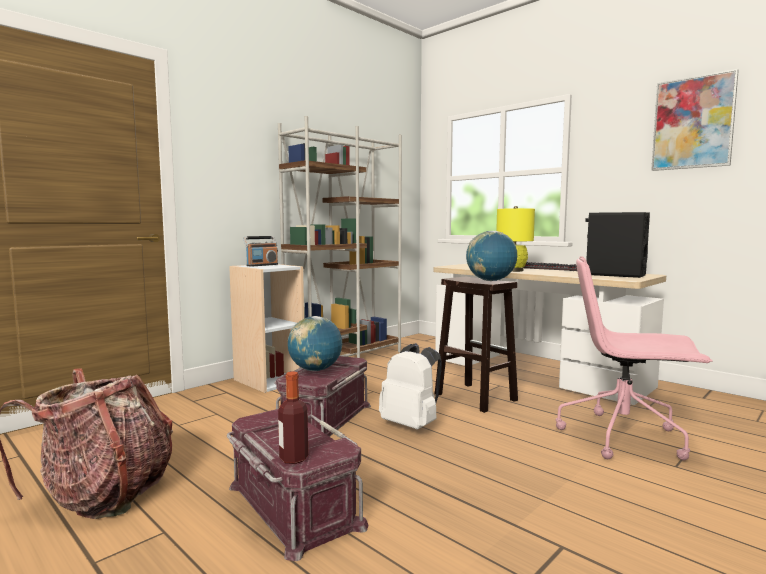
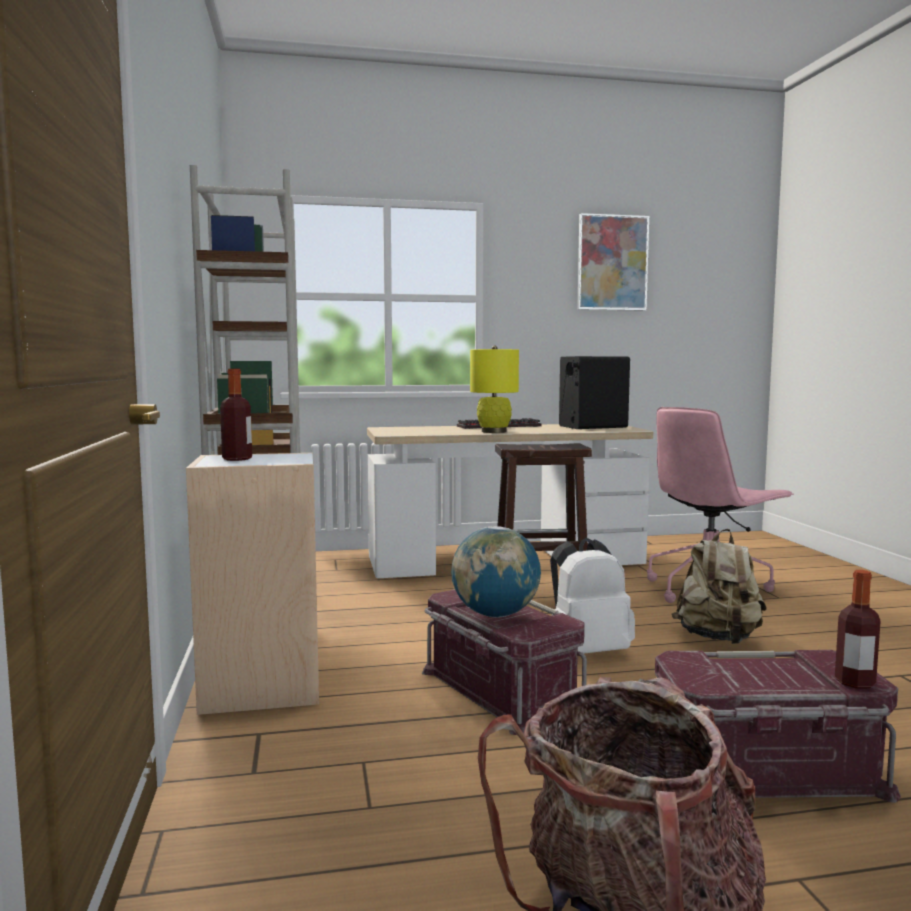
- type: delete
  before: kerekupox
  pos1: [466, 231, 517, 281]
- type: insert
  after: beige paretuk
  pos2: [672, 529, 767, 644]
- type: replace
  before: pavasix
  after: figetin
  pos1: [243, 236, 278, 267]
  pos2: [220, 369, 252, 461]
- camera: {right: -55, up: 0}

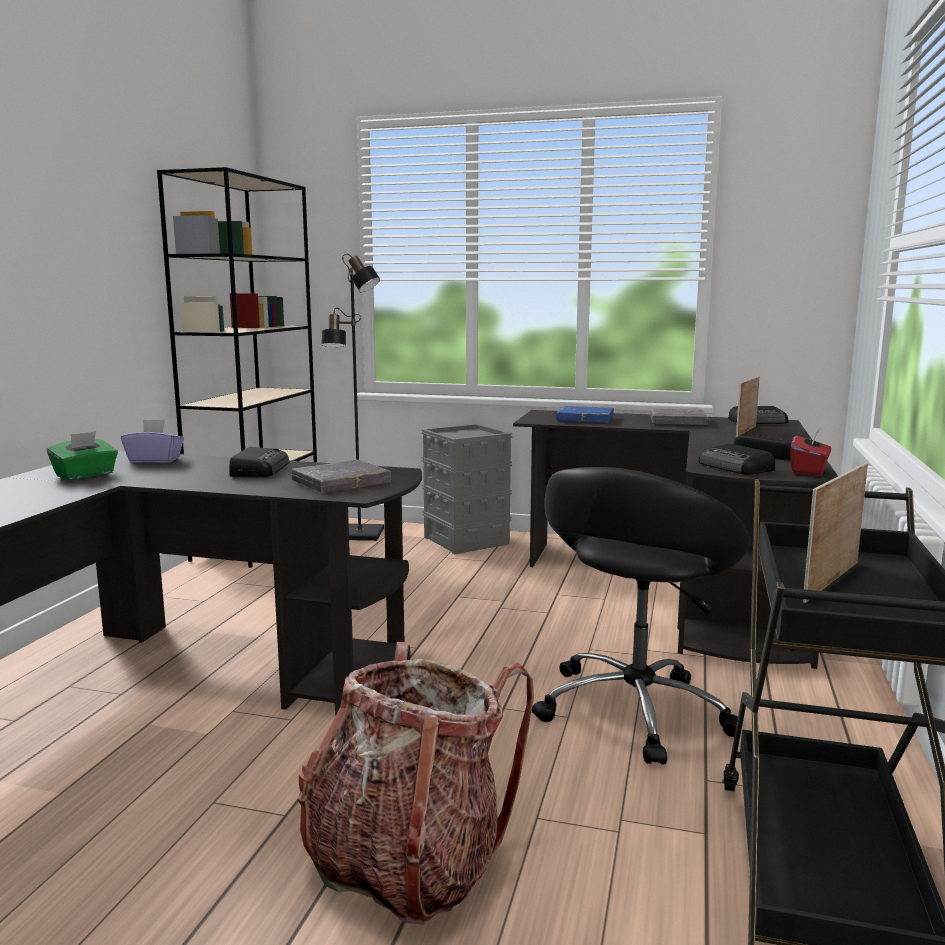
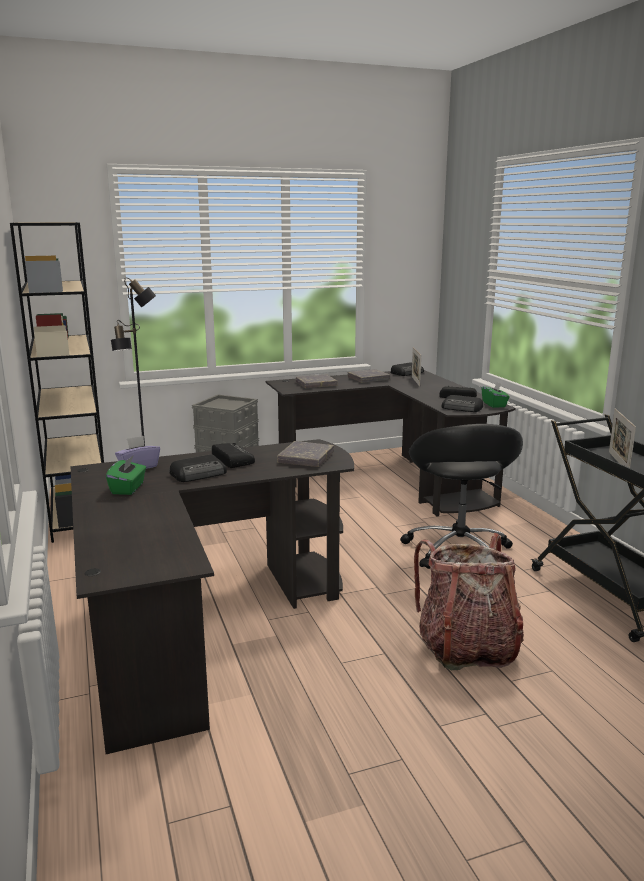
- type: insert
  after: pavasix
  pos2: [169, 454, 227, 482]
- type: recolor
  before: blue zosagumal
  after: grey zosagumal
  pos1: [556, 406, 614, 423]
  pos2: [296, 375, 337, 388]
- type: recolor
  before: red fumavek
  after: green fumavek
  pos1: [791, 429, 831, 476]
  pos2: [481, 382, 510, 408]
- camera: {right: -35, up: 5}

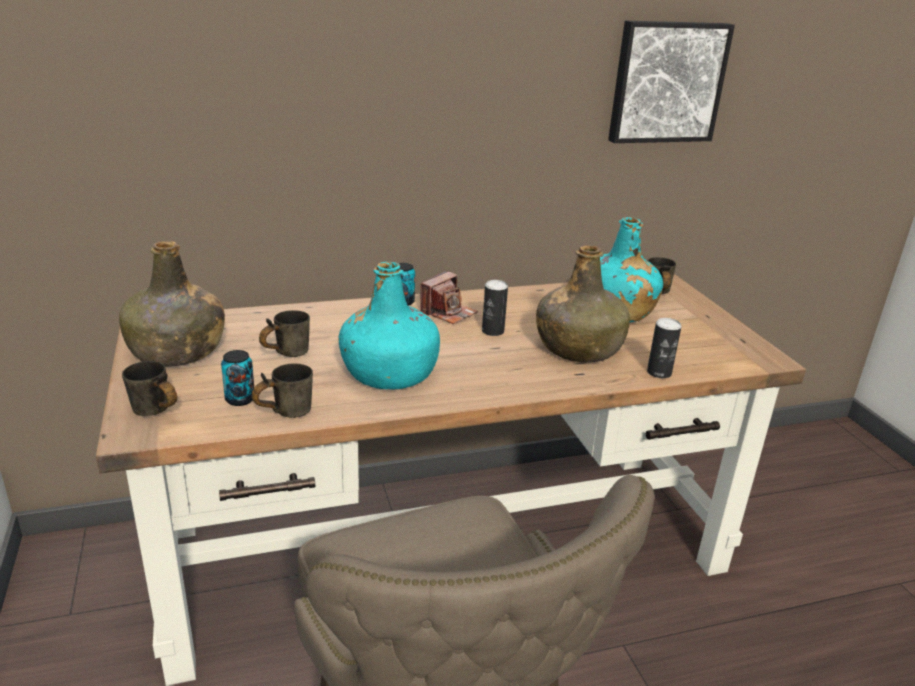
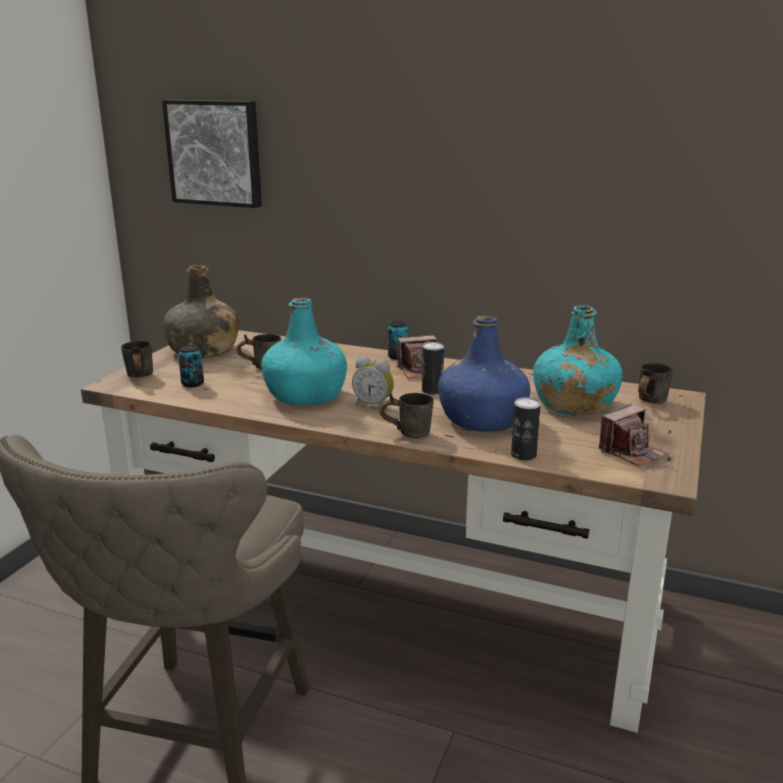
- type: insert
  after: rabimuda
  pos2: [352, 356, 394, 410]
- type: insert
  after: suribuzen
  pos2: [599, 404, 669, 467]
- type: move
  before: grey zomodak
  pos1: [252, 364, 313, 418]
  pos2: [379, 392, 434, 438]
- type: move
  before: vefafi
  pos1: [608, 21, 735, 143]
  pos2: [162, 100, 262, 208]
- type: recolor
  before: green figetin
  after: blue figetin
  pos1: [536, 245, 630, 362]
  pos2: [438, 316, 530, 432]
- camera: {right: 40, up: -5}

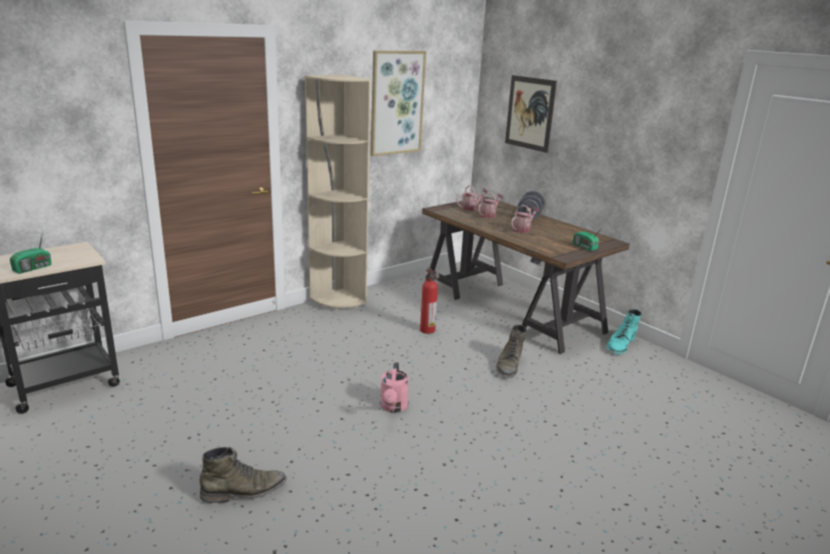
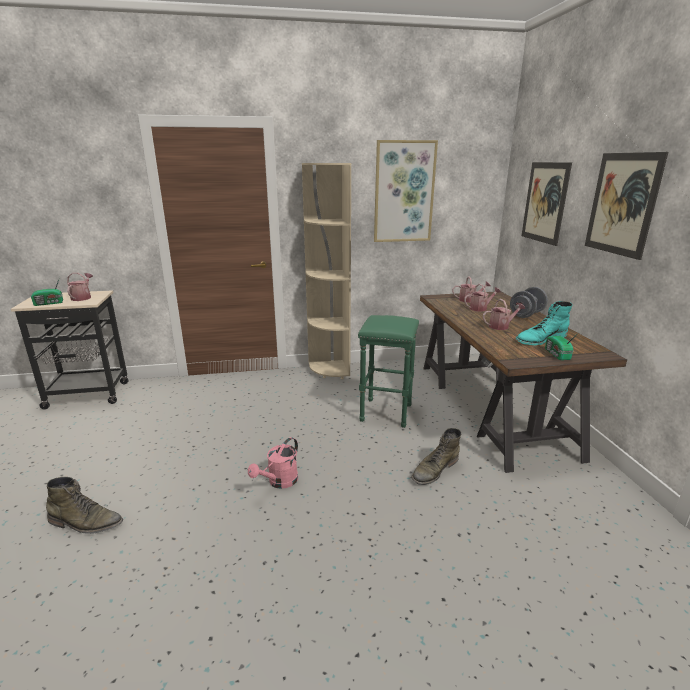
- type: insert
  after: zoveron
  pos2: [67, 273, 93, 301]
- type: insert
  after: vefafi
  pos2: [585, 152, 668, 260]
- type: move
  before: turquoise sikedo
  pos1: [607, 309, 642, 354]
  pos2: [516, 301, 573, 345]
- type: replace
  before: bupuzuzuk
  after: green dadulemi
  pos1: [420, 267, 439, 334]
  pos2: [358, 315, 419, 428]
- camera: {right: 30, up: 0}

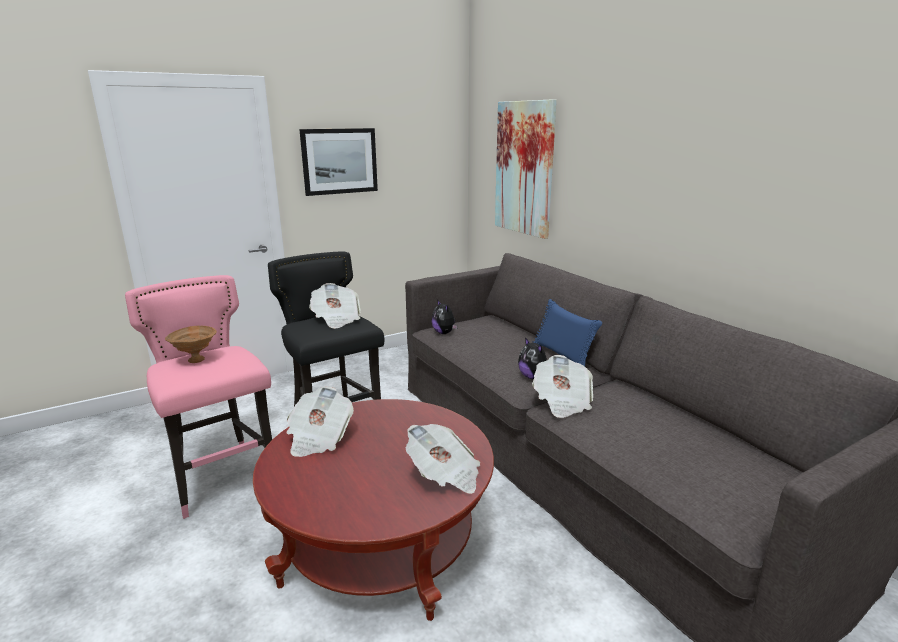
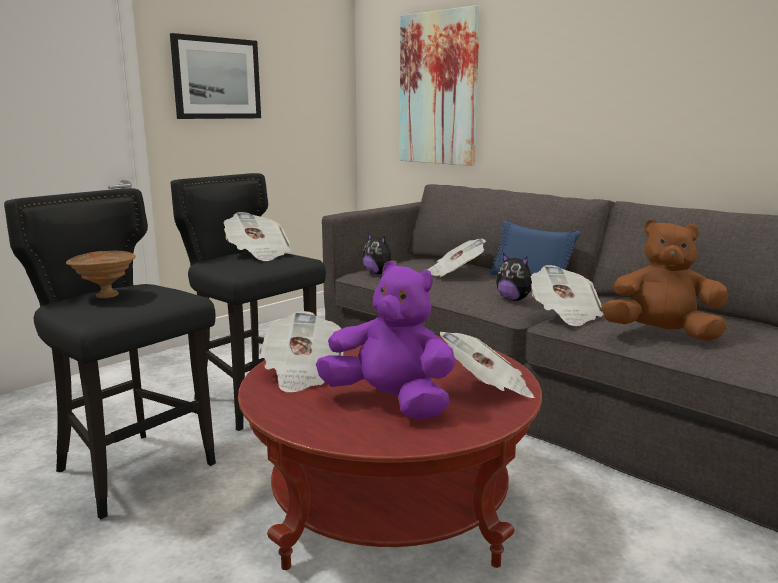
- type: insert
  after: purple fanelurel
  pos2: [316, 261, 456, 419]
- type: insert
  after: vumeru
  pos2: [427, 239, 486, 277]
- type: insert
  after: brown fanelurel
  pos2: [601, 219, 728, 341]
- type: recolor
  before: pink dadulemi
  after: black dadulemi
  pos1: [125, 275, 272, 519]
  pos2: [4, 188, 216, 520]
- camera: {right: -15, up: -5}

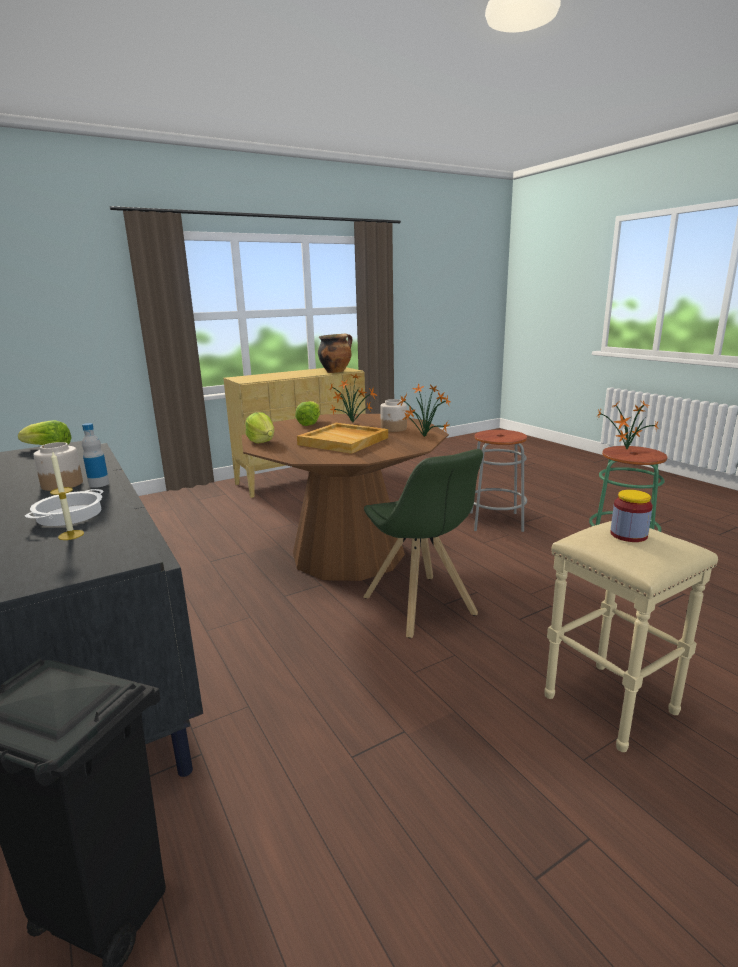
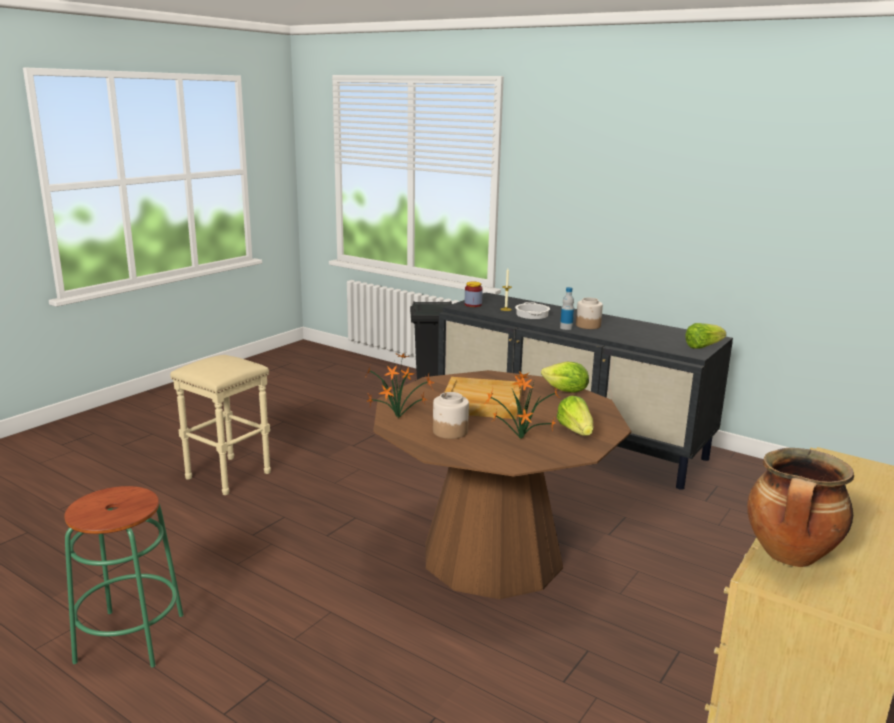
- type: delete
  before: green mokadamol
  pos1: [363, 449, 483, 638]
- type: delete
  before: grey dadulemi
  pos1: [470, 430, 527, 532]
- type: delete
  before: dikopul
  pos1: [596, 400, 659, 449]
- type: move
  before: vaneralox
  pos1: [610, 490, 653, 542]
  pos2: [464, 282, 483, 307]
- camera: {right: 155, up: 0}

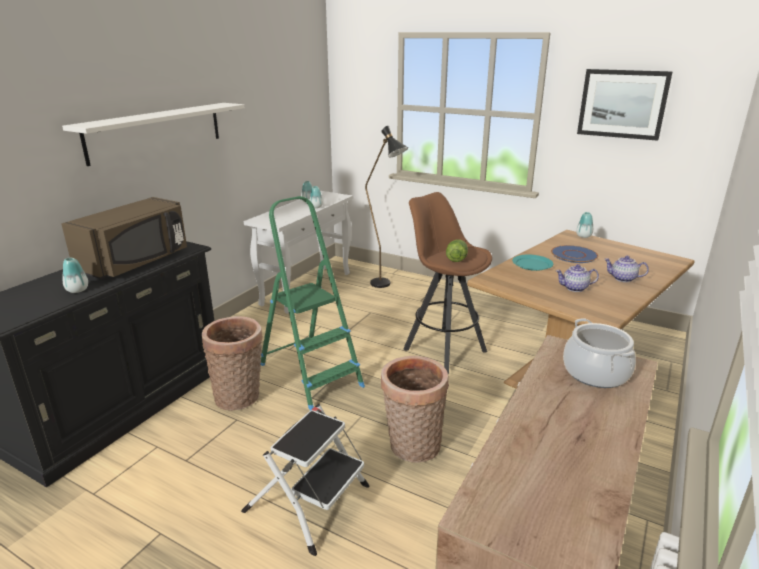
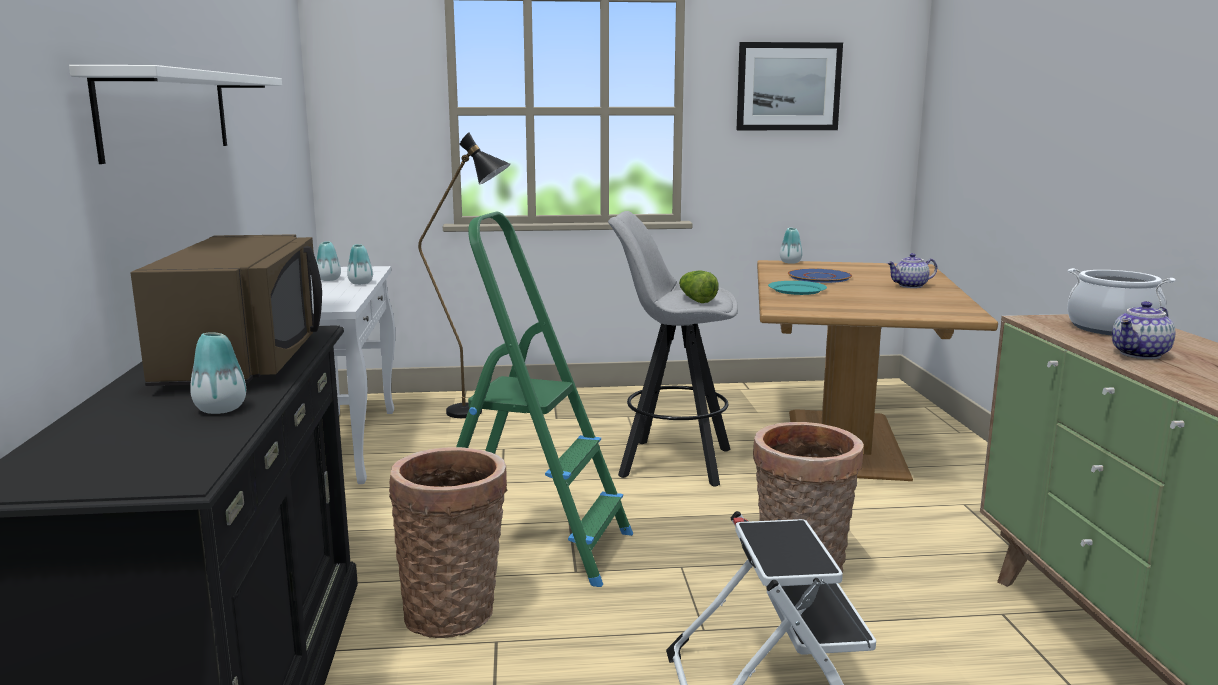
- type: move
  before: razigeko
  pos1: [556, 264, 599, 292]
  pos2: [1112, 301, 1176, 359]
- type: recolor
  before: brown dadulemi
  after: grey dadulemi
  pos1: [404, 192, 492, 374]
  pos2: [608, 211, 738, 486]
- camera: {right: -35, up: -10}

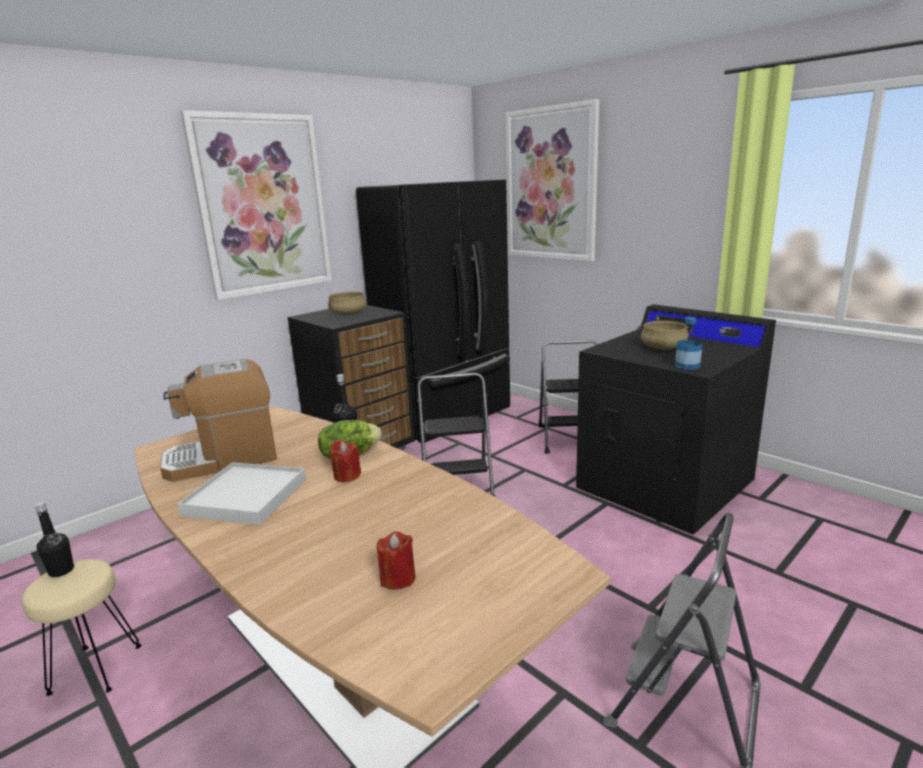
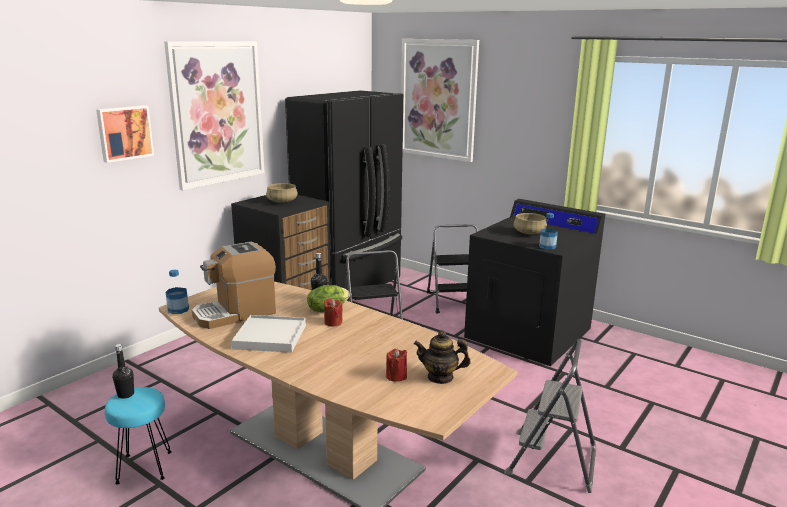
- type: insert
  after: vefafi
  pos2: [96, 105, 154, 163]
- type: insert
  after: figetin
  pos2: [166, 269, 189, 314]
- type: insert
  after: razigeko
  pos2: [414, 330, 471, 384]
- type: recolor
  before: beige dadulemi
  after: turquoise dadulemi
  pos1: [22, 559, 141, 696]
  pos2: [105, 387, 172, 484]
- camera: {right: -10, up: 0}

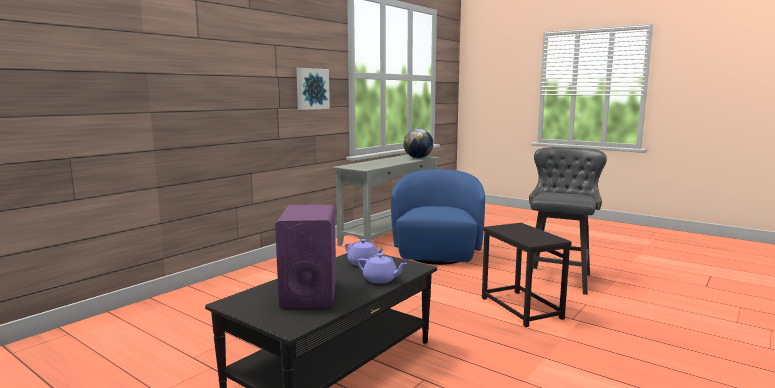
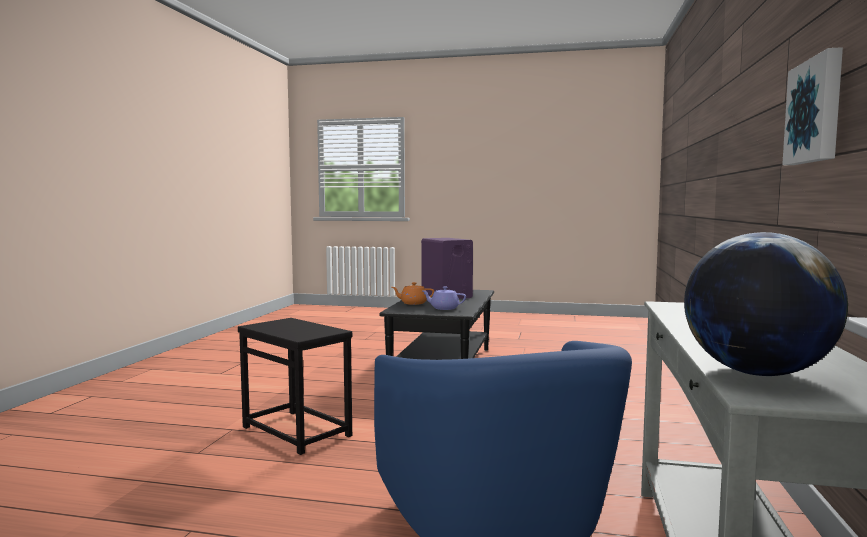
- type: delete
  before: grey dadulemi
  pos1: [529, 147, 607, 295]
- type: recolor
  before: purple razigeko
  after: orange razigeko
  pos1: [357, 253, 407, 283]
  pos2: [392, 282, 434, 305]
- camera: {right: 155, up: -5}

